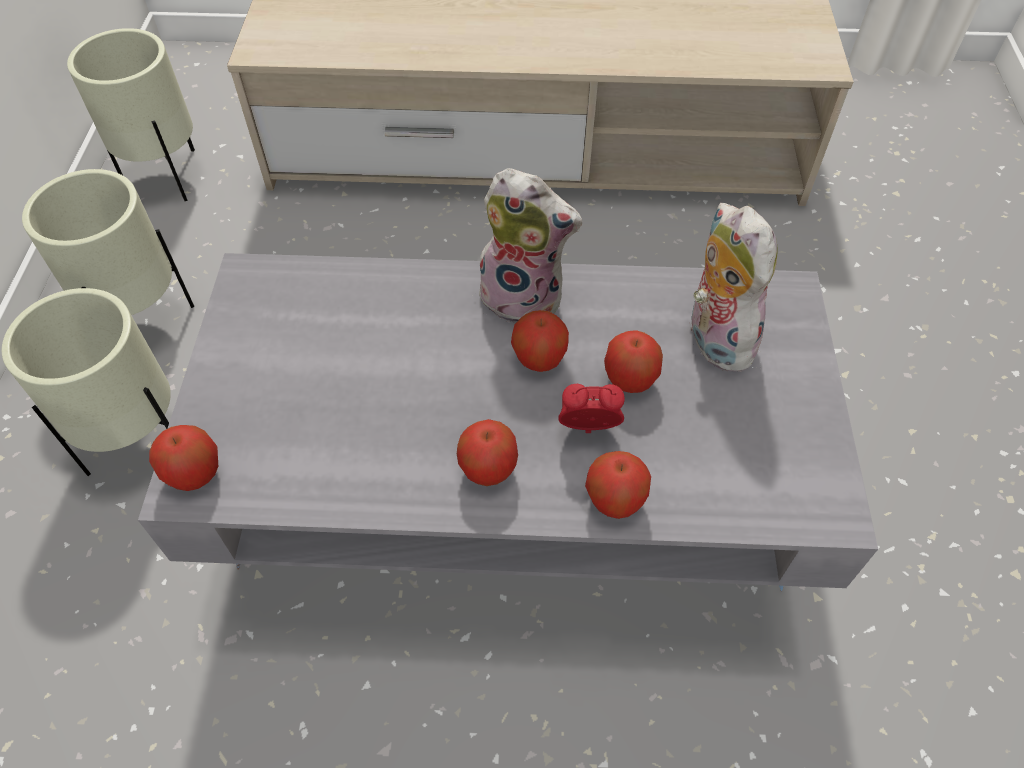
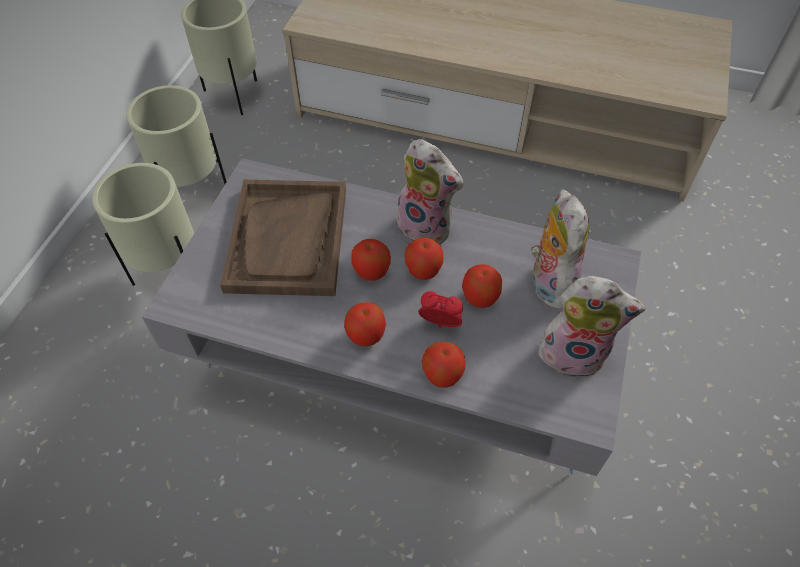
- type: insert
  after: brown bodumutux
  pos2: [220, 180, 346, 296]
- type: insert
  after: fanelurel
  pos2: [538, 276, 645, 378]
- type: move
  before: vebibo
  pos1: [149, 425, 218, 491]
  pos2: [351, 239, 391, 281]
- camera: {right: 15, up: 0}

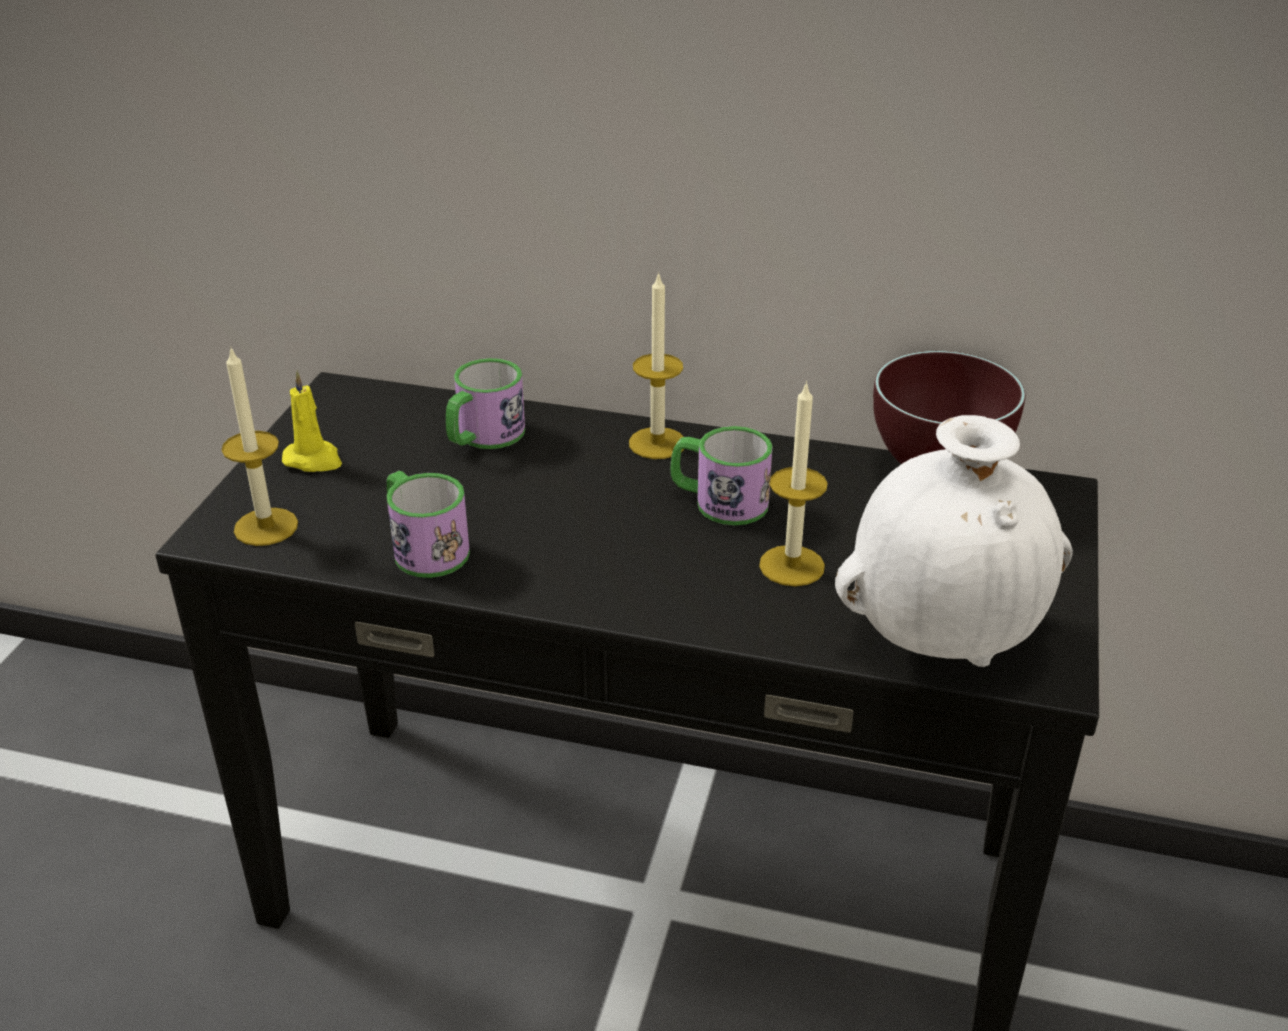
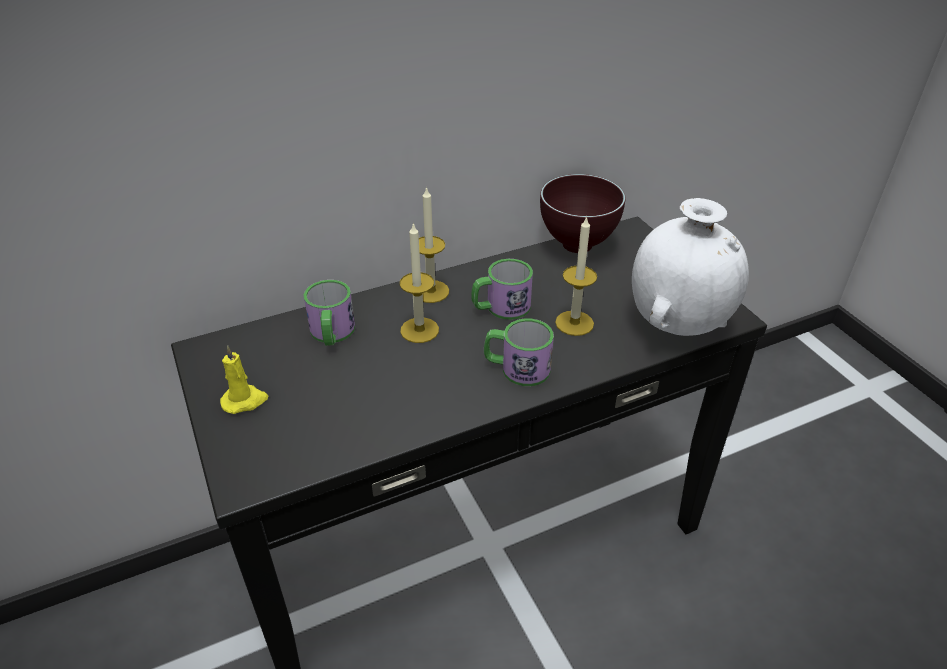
- type: move
  before: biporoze
  pos1: [222, 346, 298, 546]
  pos2: [400, 222, 439, 343]
- type: move
  before: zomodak
  pos1: [387, 471, 470, 578]
  pos2: [484, 318, 554, 386]
- camera: {right: -40, up: 5}

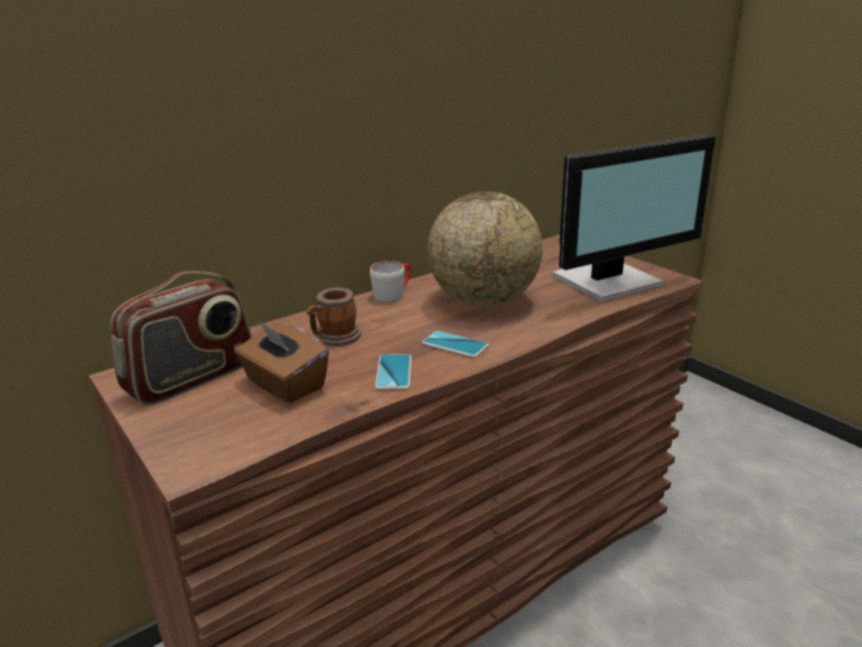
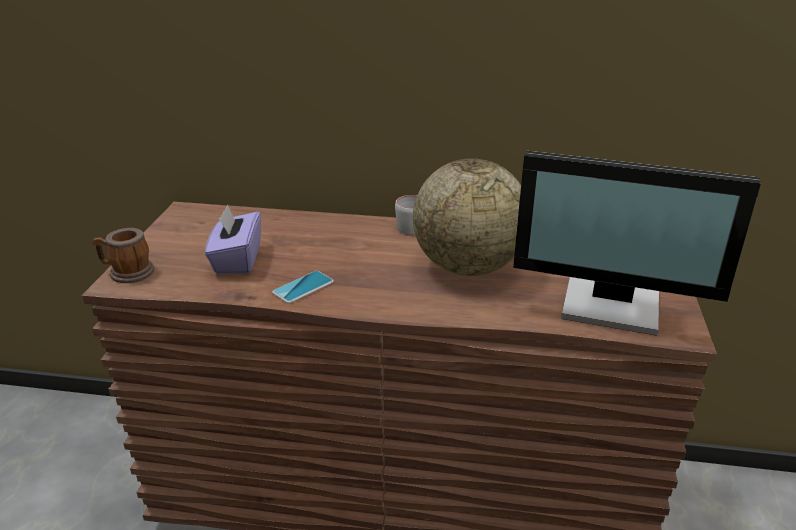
- type: delete
  before: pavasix
  pos1: [110, 271, 252, 406]
- type: delete
  before: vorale
  pos1: [422, 331, 489, 358]
- type: move
  before: zomodak
  pos1: [307, 287, 361, 346]
  pos2: [92, 228, 154, 283]
- type: recolor
  before: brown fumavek
  after: purple fumavek
  pos1: [235, 321, 329, 403]
  pos2: [205, 204, 261, 274]
- camera: {right: 45, up: 5}

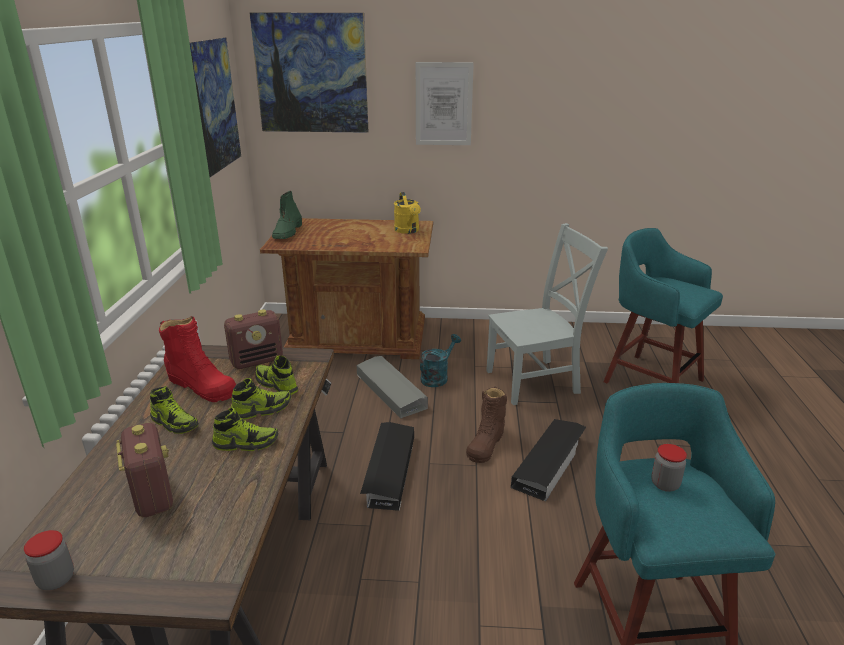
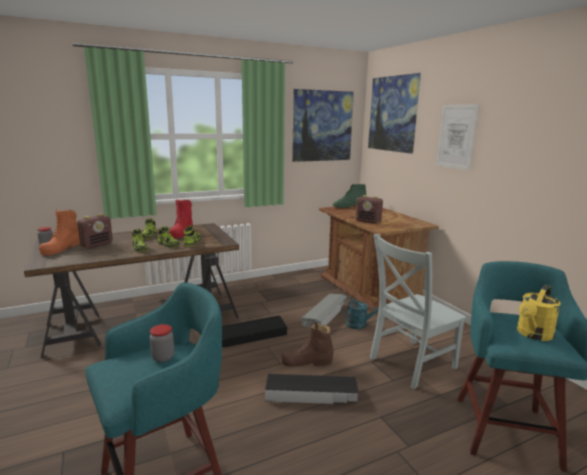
- type: insert
  after: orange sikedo
  pos2: [39, 210, 80, 255]
- type: move
  before: pavasix
  pos1: [224, 310, 283, 369]
  pos2: [356, 195, 383, 224]
- type: move
  before: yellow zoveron
  pos1: [394, 192, 421, 234]
  pos2: [517, 285, 561, 341]
- type: rotate
  before: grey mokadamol
  pos1: [486, 223, 608, 405]
  pos2: [370, 234, 467, 389]
  turn: 105
- camera: {right: 60, up: -10}

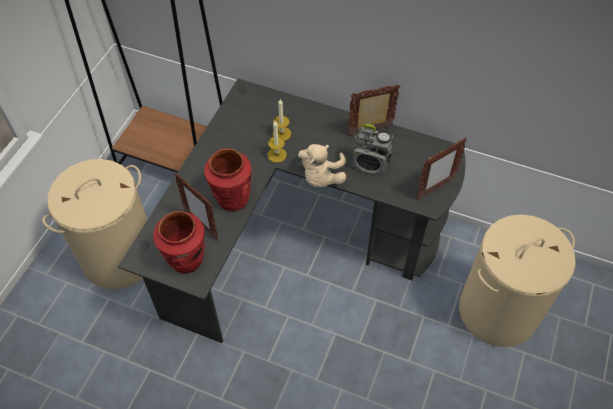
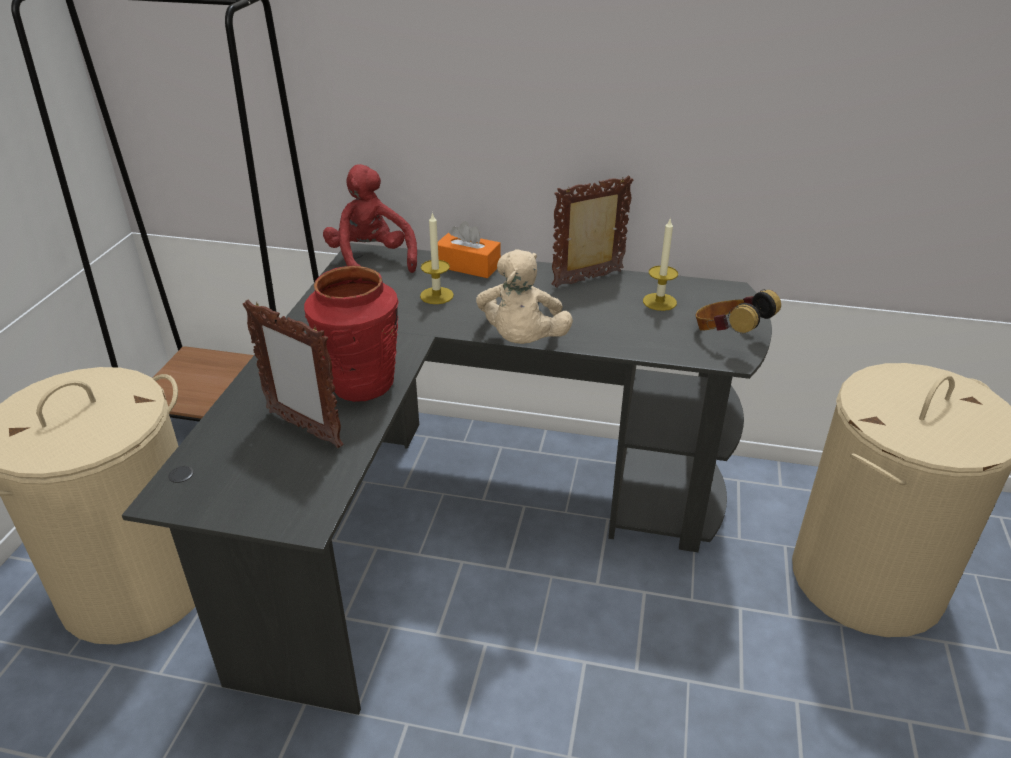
- type: delete
  before: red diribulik
  pos1: [153, 211, 205, 274]
- type: delete
  before: pavasix
  pos1: [352, 124, 393, 176]
- type: insert
  after: red fanelurel
  pos2: [323, 164, 417, 273]
- type: insert
  after: orange fumavek
  pos2: [438, 221, 501, 278]
- type: move
  before: biporoze
  pos1: [268, 121, 287, 163]
  pos2: [643, 219, 678, 311]
- type: replace
  before: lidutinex
  after: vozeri
  pos1: [416, 138, 467, 200]
  pos2: [696, 289, 781, 334]
- camera: {right: -10, up: -20}

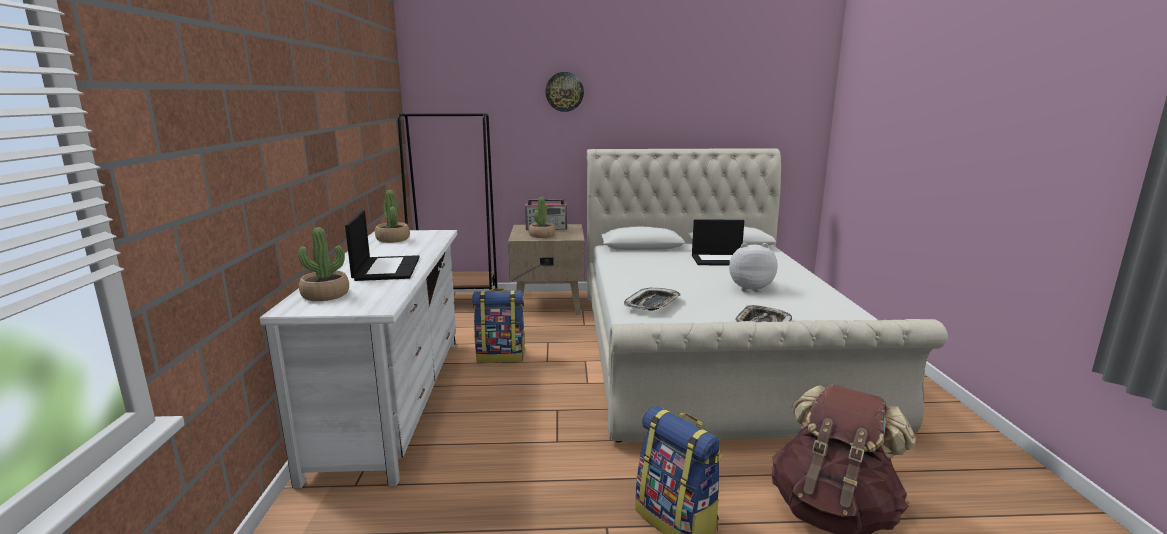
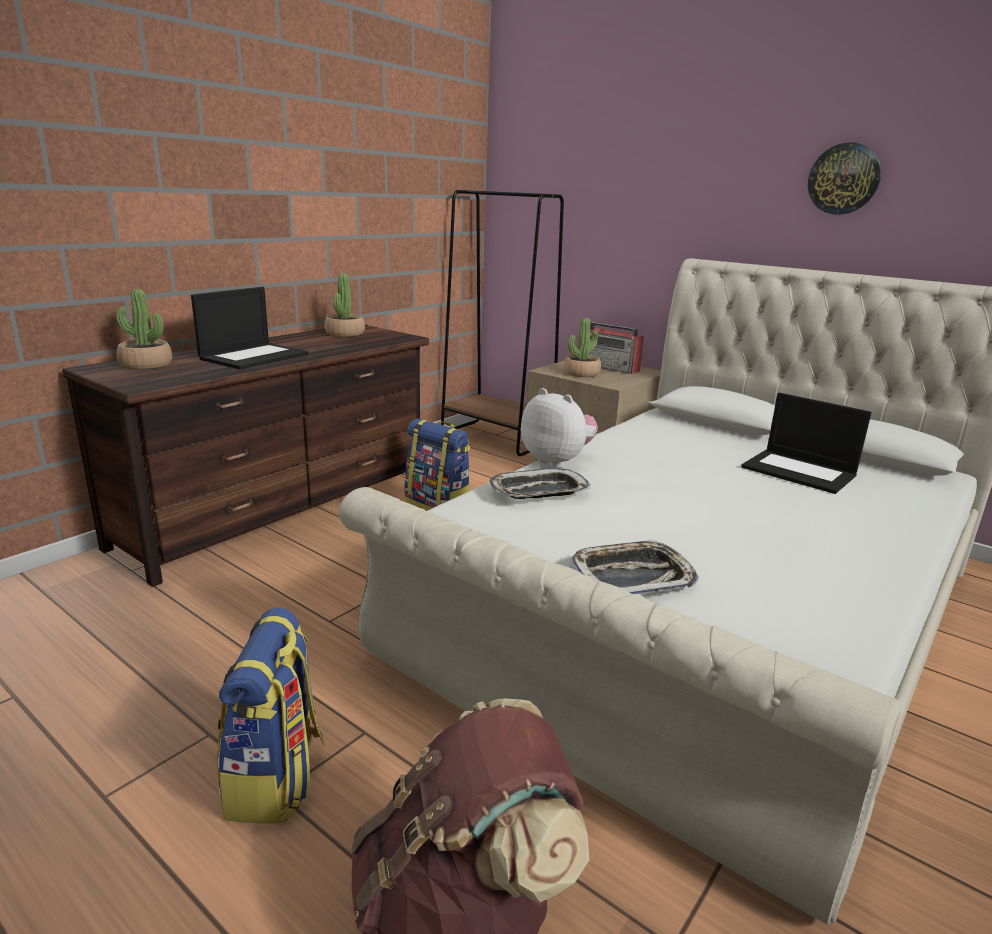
- type: move
  before: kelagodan
  pos1: [546, 72, 584, 112]
  pos2: [808, 143, 881, 215]
- type: move
  before: fanelurel
  pos1: [729, 243, 777, 292]
  pos2: [521, 388, 598, 468]
- type: recolor
  before: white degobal
  after: brown degobal
  pos1: [260, 230, 457, 489]
  pos2: [62, 325, 429, 587]
- camera: {right: 40, up: 5}

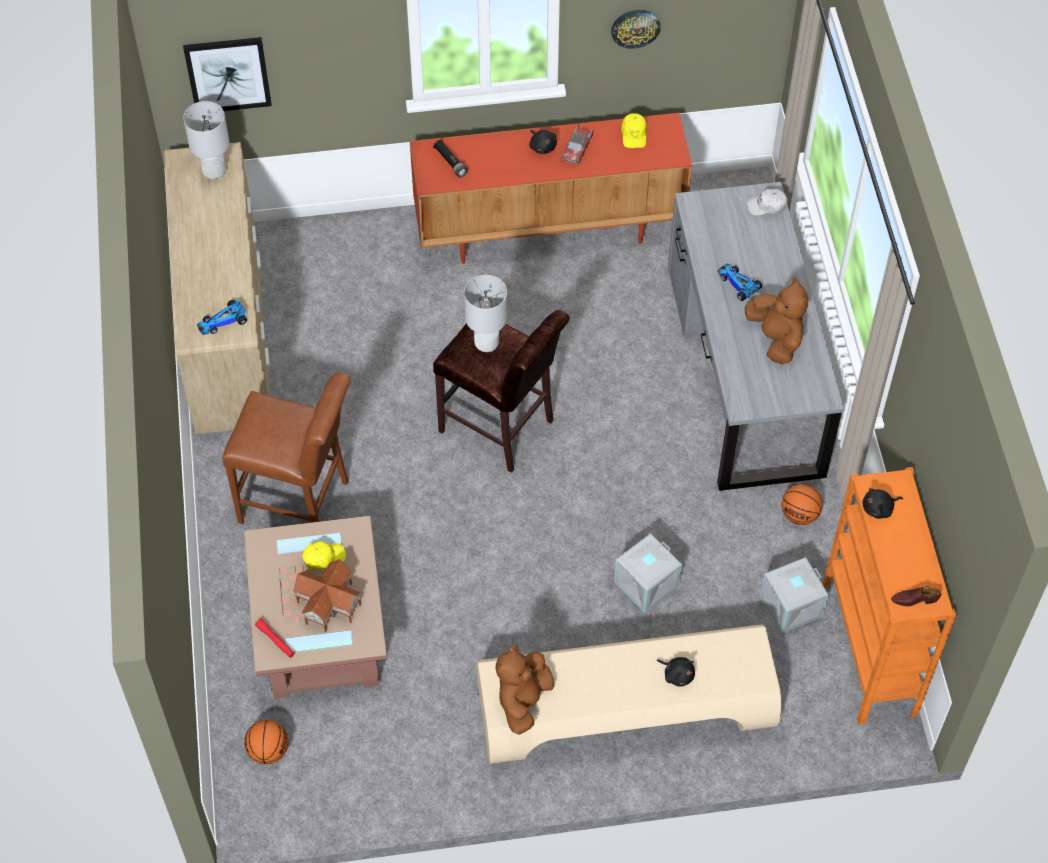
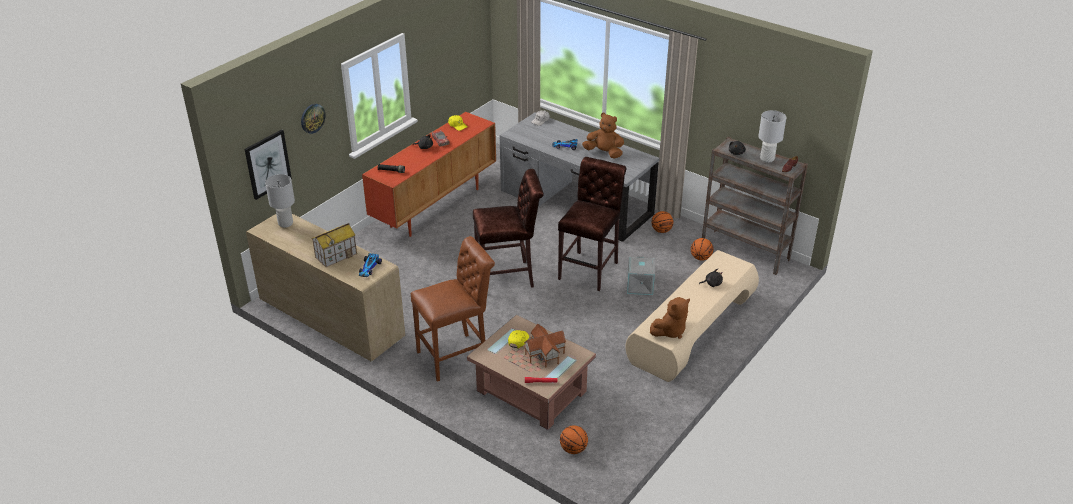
- type: insert
  after: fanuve
  pos2: [311, 223, 357, 267]
- type: insert
  after: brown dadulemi
  pos2: [558, 157, 627, 291]
- type: move
  before: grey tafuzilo
  pos1: [464, 275, 507, 352]
  pos2: [758, 110, 787, 163]
- type: move
  before: kelagodan
  pos1: [611, 10, 661, 49]
  pos2: [301, 104, 326, 134]
- type: replace
  before: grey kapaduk
  after: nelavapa
  pos1: [760, 557, 829, 633]
  pos2: [691, 238, 713, 261]
- type: recolor
  before: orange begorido
  after: grey begorido
  pos1: [823, 467, 956, 725]
  pos2: [702, 137, 808, 275]
- type: rotate
  before: brown fanelurel
  pos1: [496, 645, 554, 735]
  pos2: [650, 297, 690, 339]
  turn: -105
- camera: {right: -45, up: -20}

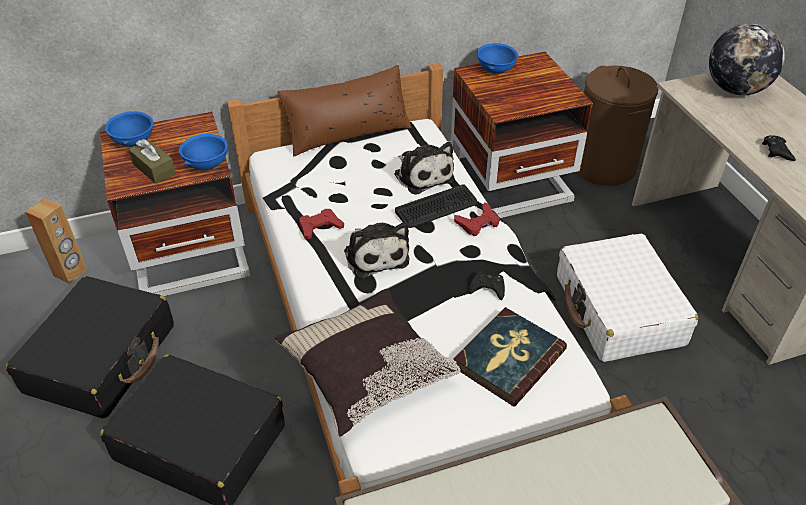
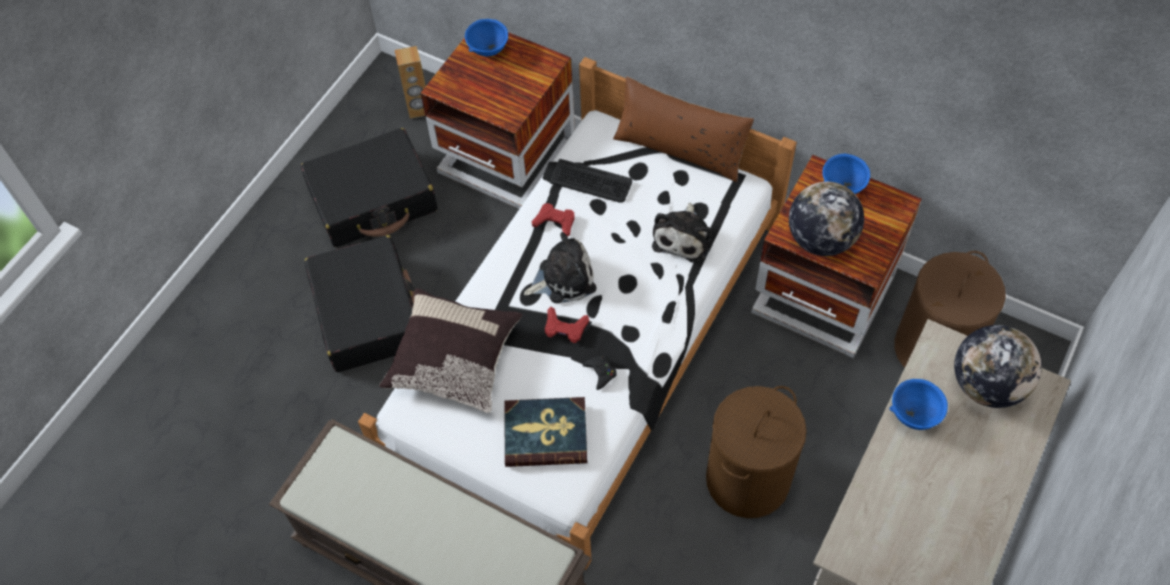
- type: delete
  before: brown fumavek
  pos1: [129, 139, 176, 184]
- type: delete
  before: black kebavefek
  pos1: [762, 135, 796, 161]
- type: insert
  after: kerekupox
  pos2: [789, 182, 864, 256]
- type: move
  before: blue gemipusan
  pos1: [179, 134, 228, 170]
  pos2: [889, 379, 948, 430]
- type: move
  before: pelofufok
  pos1: [395, 184, 477, 228]
  pos2: [551, 159, 632, 203]
- type: move
  before: red kebavefek
  pos1: [454, 202, 500, 236]
  pos2: [545, 307, 589, 343]
- type: replace
  before: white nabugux
  after: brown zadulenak
  pos1: [557, 234, 698, 362]
  pos2: [706, 386, 807, 518]
- type: rotate
  before: fanelurel
  pos1: [344, 222, 410, 279]
  pos2: [524, 232, 596, 303]
  turn: -135
- camera: {right: 50, up: 15}

